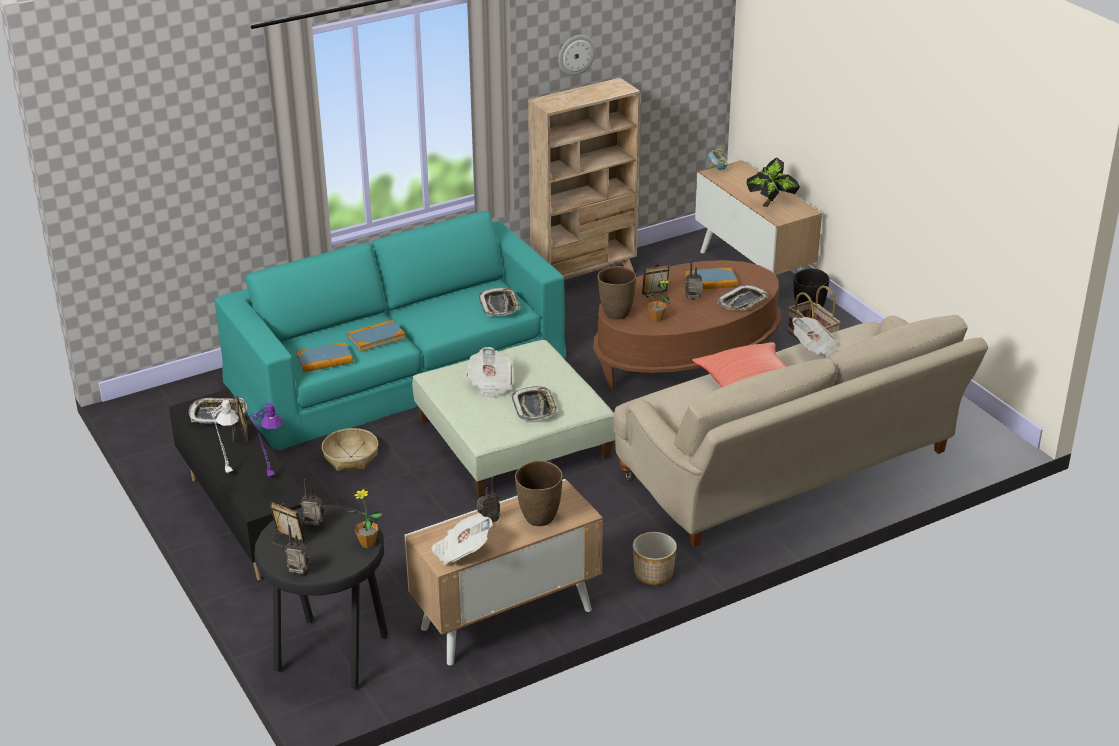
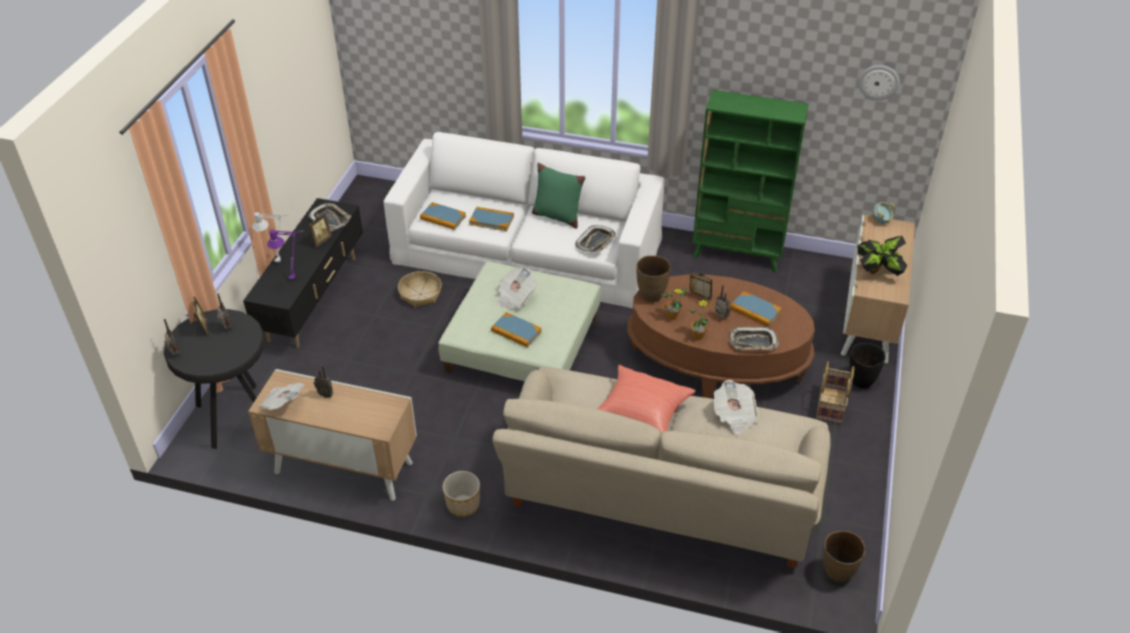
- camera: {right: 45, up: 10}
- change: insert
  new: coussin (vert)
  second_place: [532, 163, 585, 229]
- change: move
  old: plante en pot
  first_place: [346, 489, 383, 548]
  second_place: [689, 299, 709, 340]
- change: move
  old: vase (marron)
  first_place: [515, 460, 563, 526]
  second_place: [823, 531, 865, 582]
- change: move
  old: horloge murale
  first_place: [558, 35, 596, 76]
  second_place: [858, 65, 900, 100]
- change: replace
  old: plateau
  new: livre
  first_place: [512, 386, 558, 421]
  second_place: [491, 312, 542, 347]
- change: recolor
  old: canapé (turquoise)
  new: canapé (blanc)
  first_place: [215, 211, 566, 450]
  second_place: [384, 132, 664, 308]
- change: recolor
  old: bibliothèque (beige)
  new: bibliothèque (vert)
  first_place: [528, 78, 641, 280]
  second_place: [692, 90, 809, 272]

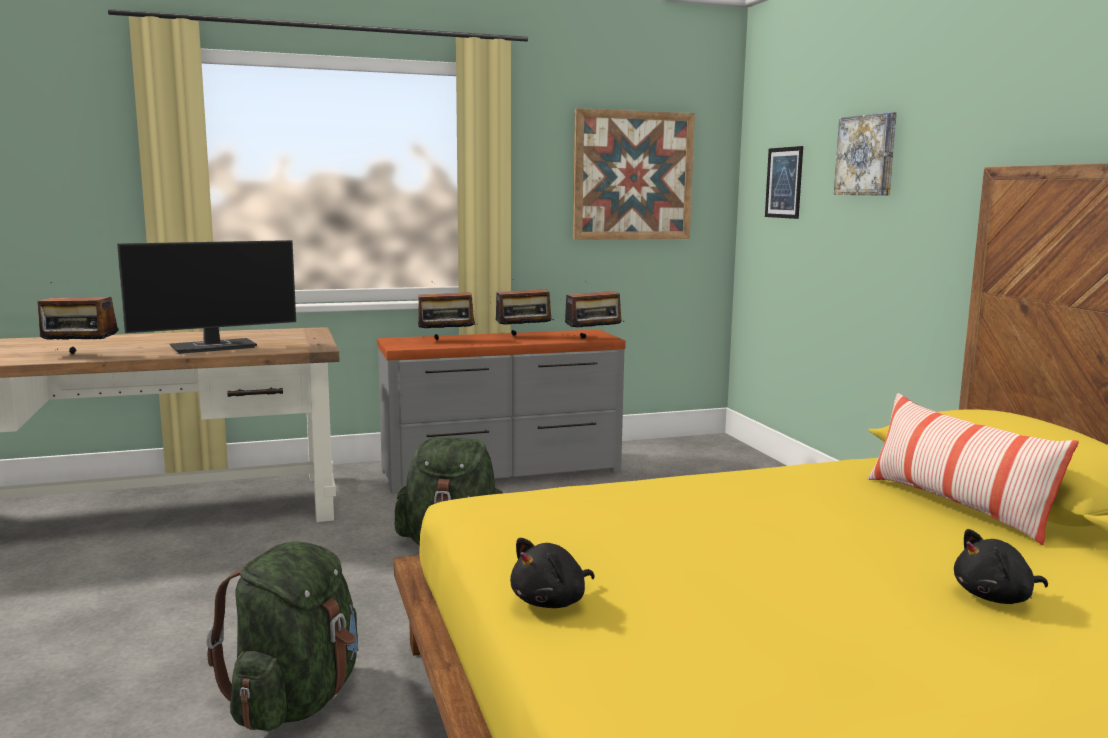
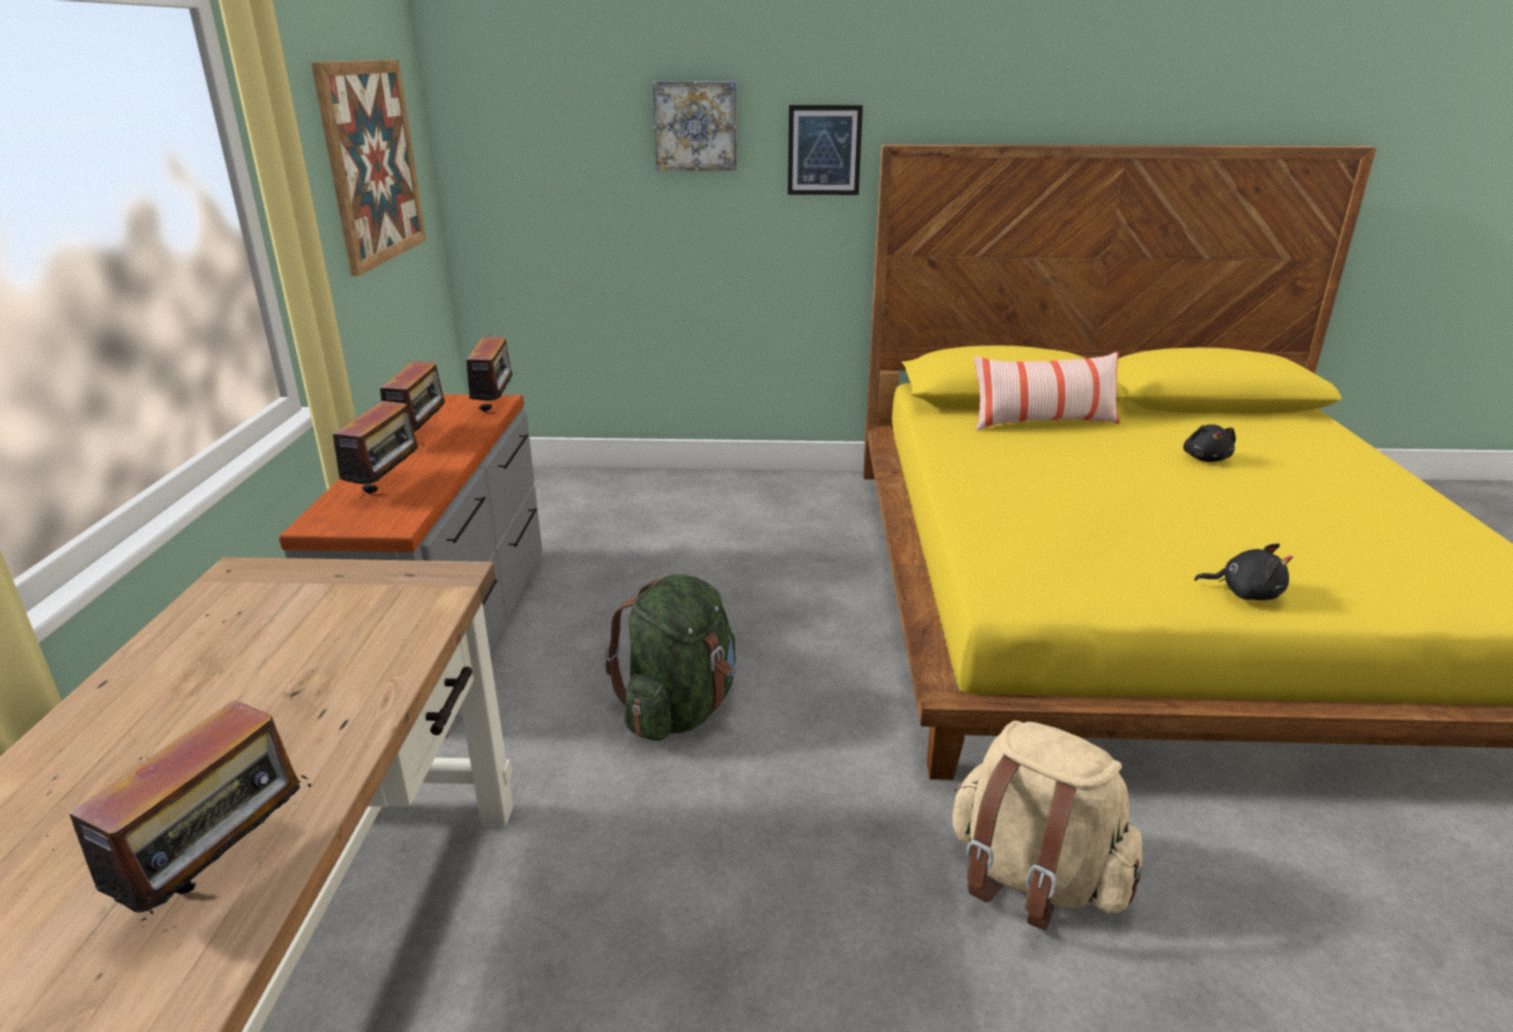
- camera: {right: -70, up: 15}
- change: delete
  old: écran d'ordinateur
  first_place: [117, 240, 296, 354]
- change: move
  old: tableau
  first_place: [765, 146, 803, 219]
  second_place: [788, 105, 863, 195]
- change: recolor
  old: sac à dos (vert)
  new: sac à dos (beige)
  first_place: [207, 542, 358, 731]
  second_place: [952, 721, 1142, 931]
- change: rotate
  old: peluche (noir)
  first_place: [510, 538, 595, 608]
  second_place: [1194, 543, 1293, 600]
  degrees: -45

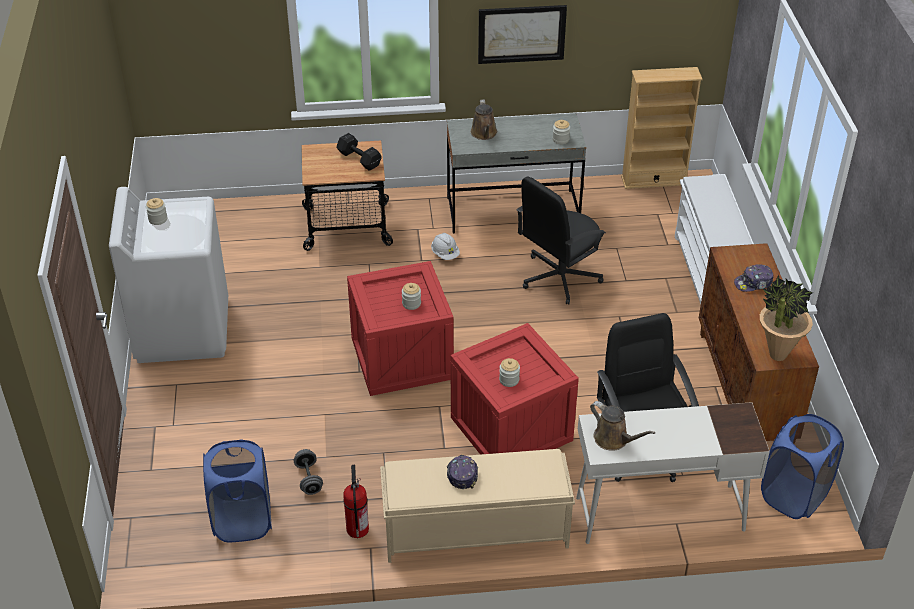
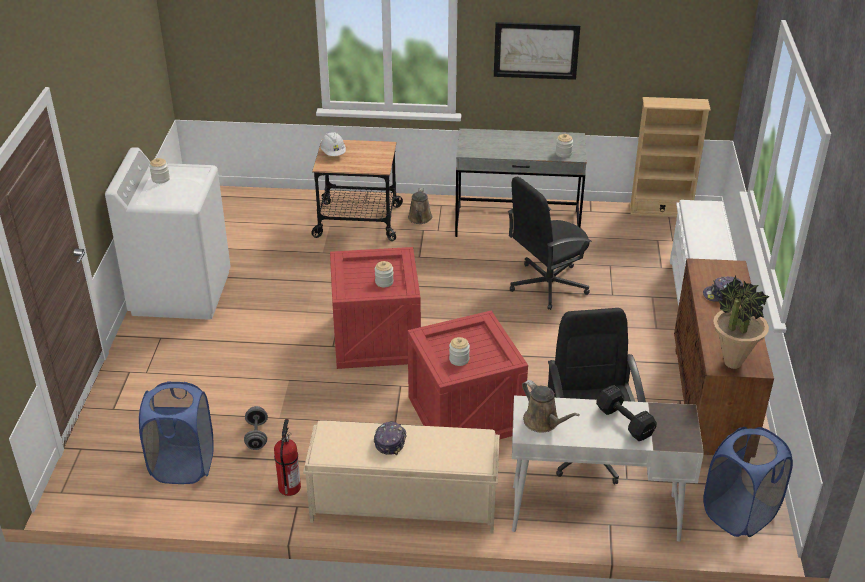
- camera: {right: 10, up: -5}
- change: move
  old: haltère (noir)
  first_place: [337, 133, 382, 171]
  second_place: [596, 385, 657, 441]
- change: move
  old: casque de chantier (blanc)
  first_place: [431, 233, 460, 260]
  second_place: [320, 132, 346, 156]
- change: move
  old: arrosoir (marron)
  first_place: [471, 100, 497, 140]
  second_place: [408, 188, 432, 224]

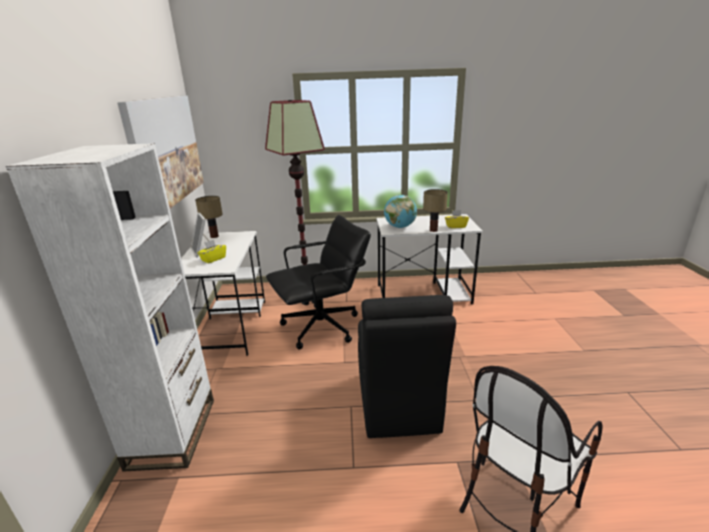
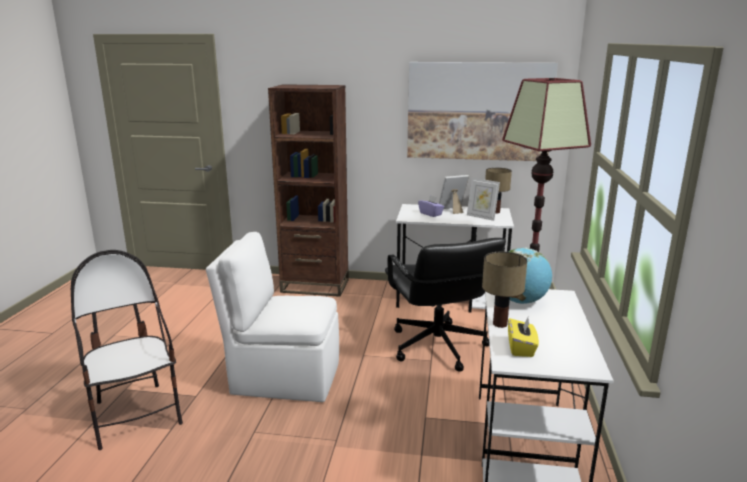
- camera: {right: 100, up: -5}
- change: insert
  new: cadre photo
  second_place: [467, 178, 500, 221]
- change: recolor
  old: bibliothèque (blanc)
  new: bibliothèque (marron)
  first_place: [6, 143, 214, 472]
  second_place: [268, 84, 349, 297]
- change: recolor
  old: boîte à mouchoirs (jaune)
  new: boîte à mouchoirs (violet)
  first_place: [197, 240, 226, 263]
  second_place: [418, 195, 444, 217]
- change: recolor
  old: chaise (noir)
  new: chaise (blanc)
  first_place: [358, 295, 456, 438]
  second_place: [206, 232, 339, 402]

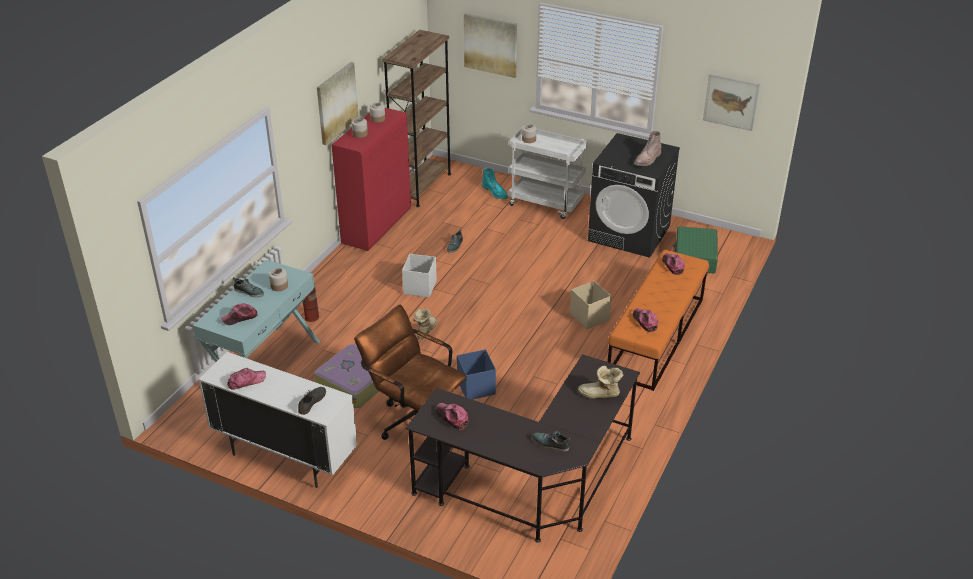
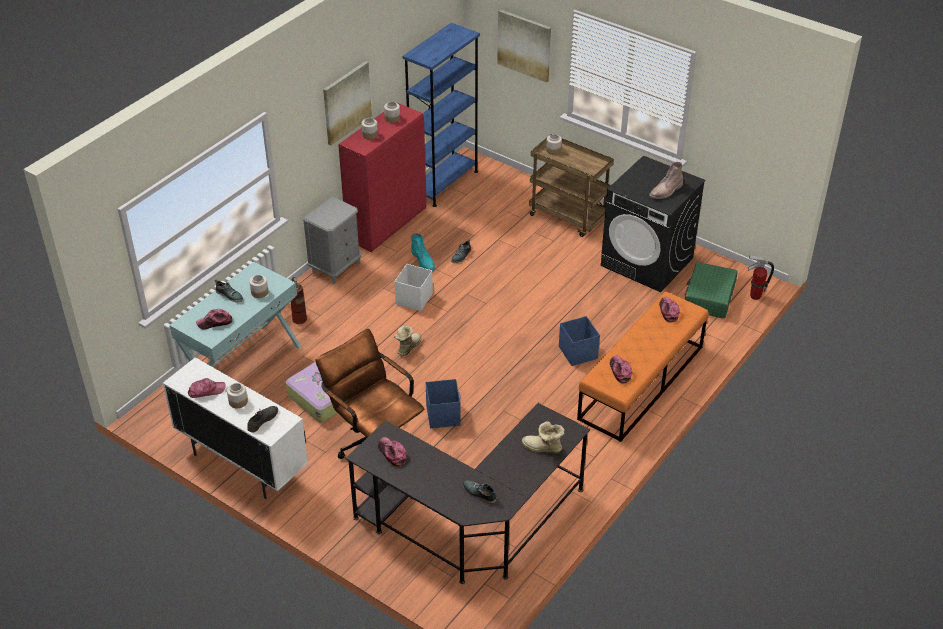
- camera: {right: 10, up: 5}
- change: delete
  old: tableau
  first_place: [703, 74, 760, 131]
- change: insert
  new: bocal
  second_place: [227, 383, 248, 408]
- change: insert
  new: table de chevet (gris)
  second_place: [303, 197, 361, 284]
- change: insert
  new: extincteur
  second_place: [747, 255, 774, 300]
- change: move
  old: botte (turquoise)
  first_place: [482, 168, 508, 199]
  second_place: [411, 233, 435, 271]
- change: recolor
  old: bibliothèque (marron)
  new: bibliothèque (bleu)
  first_place: [382, 30, 451, 207]
  second_place: [402, 23, 480, 207]
- change: recolor
  old: chariot (blanc)
  new: chariot (marron)
  first_place: [508, 128, 588, 219]
  second_place: [529, 134, 614, 237]
- change: recolor
  old: boîte de rangement (beige)
  new: boîte de rangement (bleu)
  first_place: [570, 281, 612, 329]
  second_place: [559, 316, 600, 366]

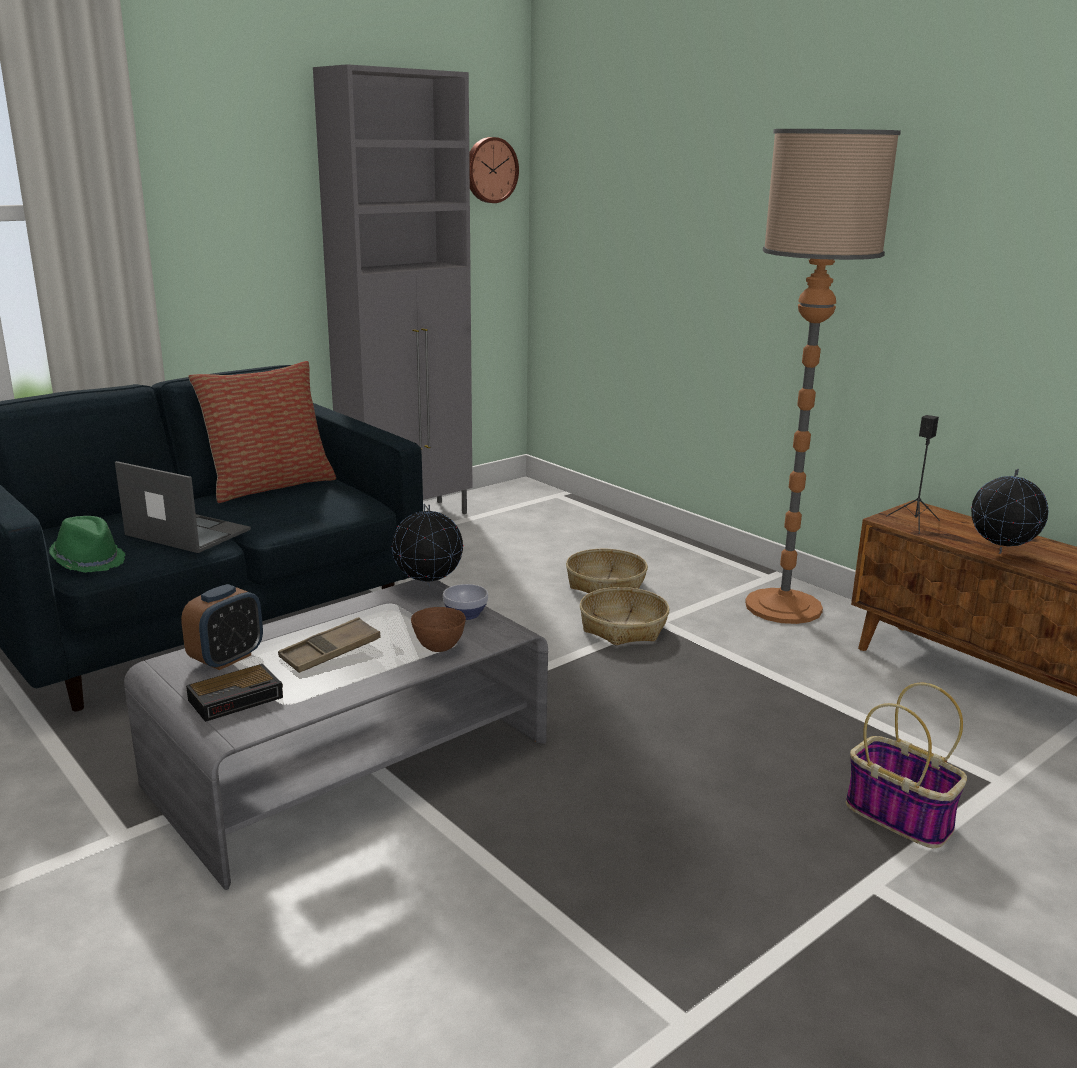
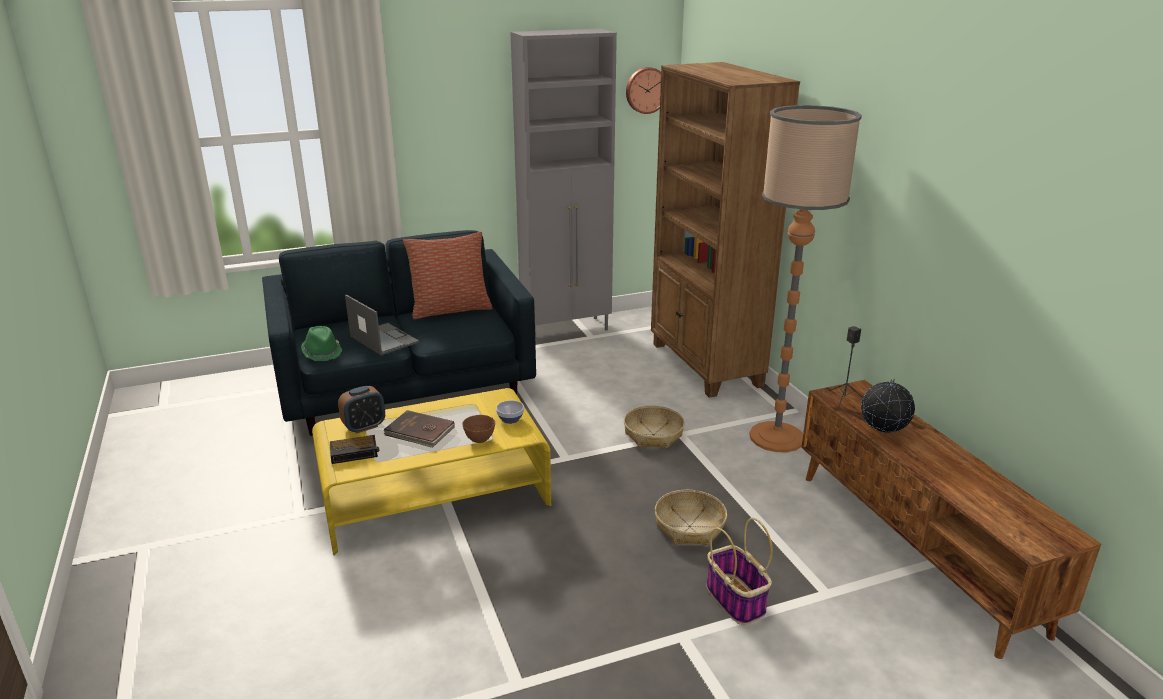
- camera: {right: 20, up: 5}
- change: delete
  old: globe
  first_place: [392, 504, 464, 588]
- change: insert
  new: bibliothèque (marron)
  second_place: [651, 62, 800, 398]
- change: move
  old: panier
  first_place: [566, 549, 648, 593]
  second_place: [655, 490, 727, 545]
- change: replace
  old: plateau (marron)
  new: livre (marron)
  first_place: [278, 617, 381, 673]
  second_place: [383, 410, 455, 447]
- change: recolor
  old: table basse (gris)
  new: table basse (jaune)
  first_place: [124, 580, 548, 890]
  second_place: [312, 388, 551, 555]

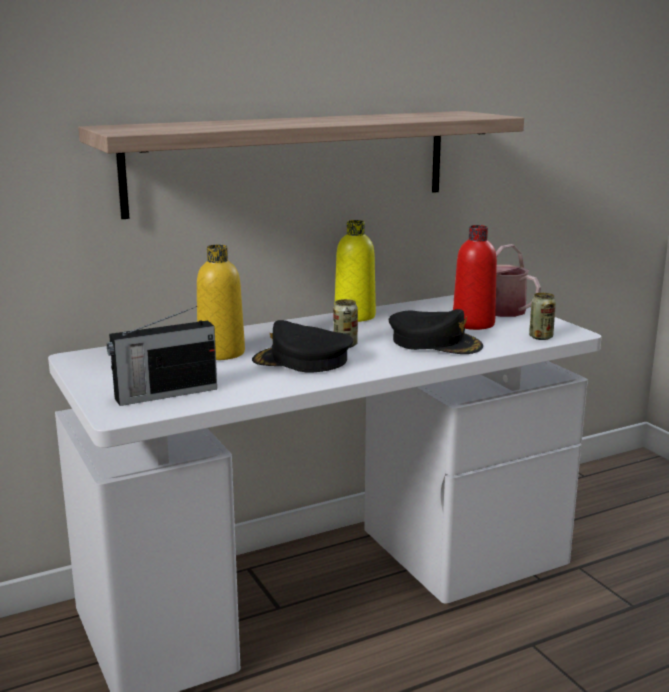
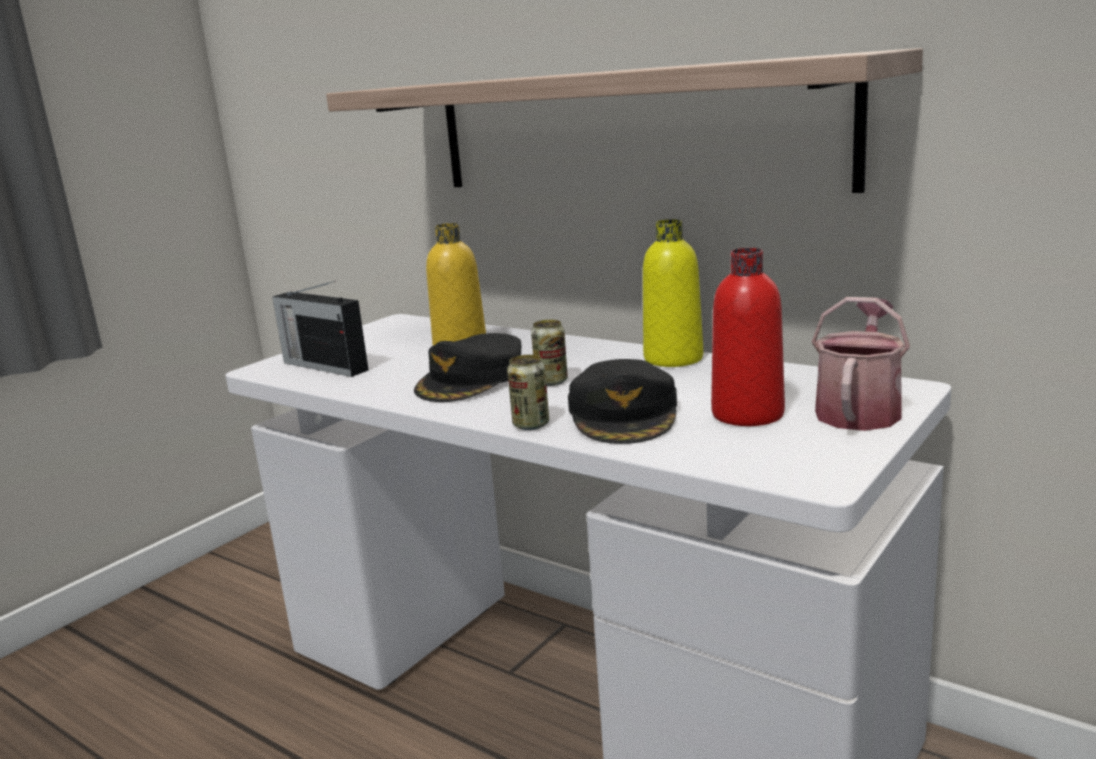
- camera: {right: 65, up: 0}
- change: move
  old: boîte métallique
  first_place: [529, 293, 556, 340]
  second_place: [507, 355, 549, 430]
- change: rotate
  old: casquette (noir)
  first_place: [252, 320, 353, 372]
  second_place: [414, 333, 522, 402]
  degrees: -135

